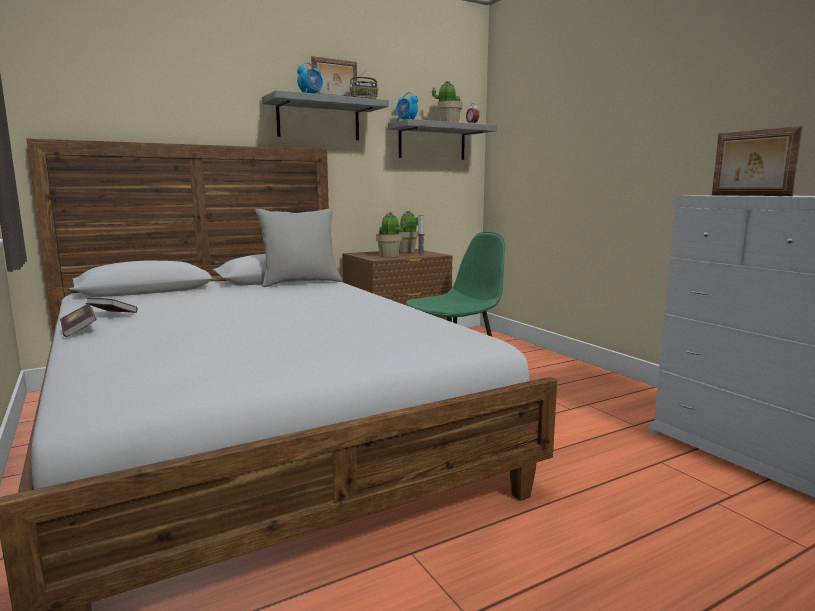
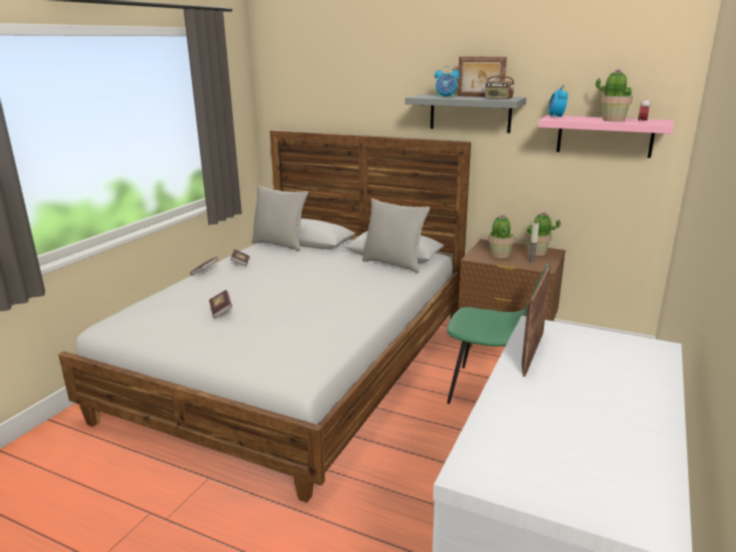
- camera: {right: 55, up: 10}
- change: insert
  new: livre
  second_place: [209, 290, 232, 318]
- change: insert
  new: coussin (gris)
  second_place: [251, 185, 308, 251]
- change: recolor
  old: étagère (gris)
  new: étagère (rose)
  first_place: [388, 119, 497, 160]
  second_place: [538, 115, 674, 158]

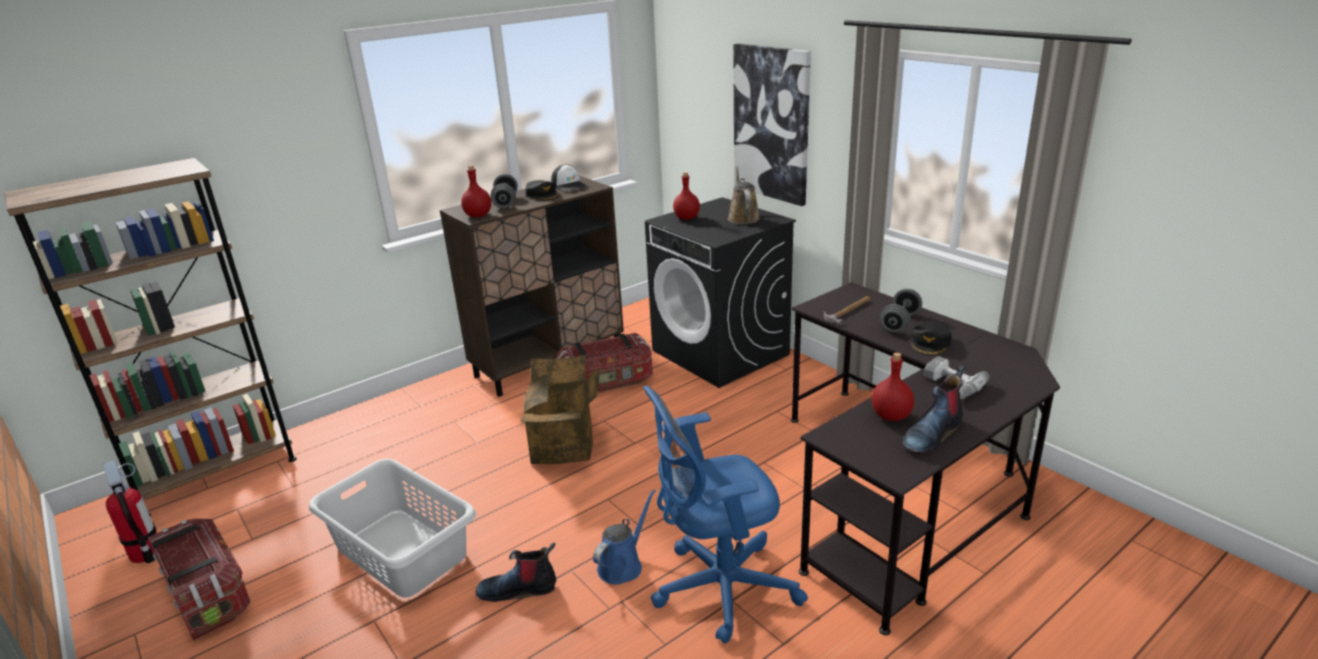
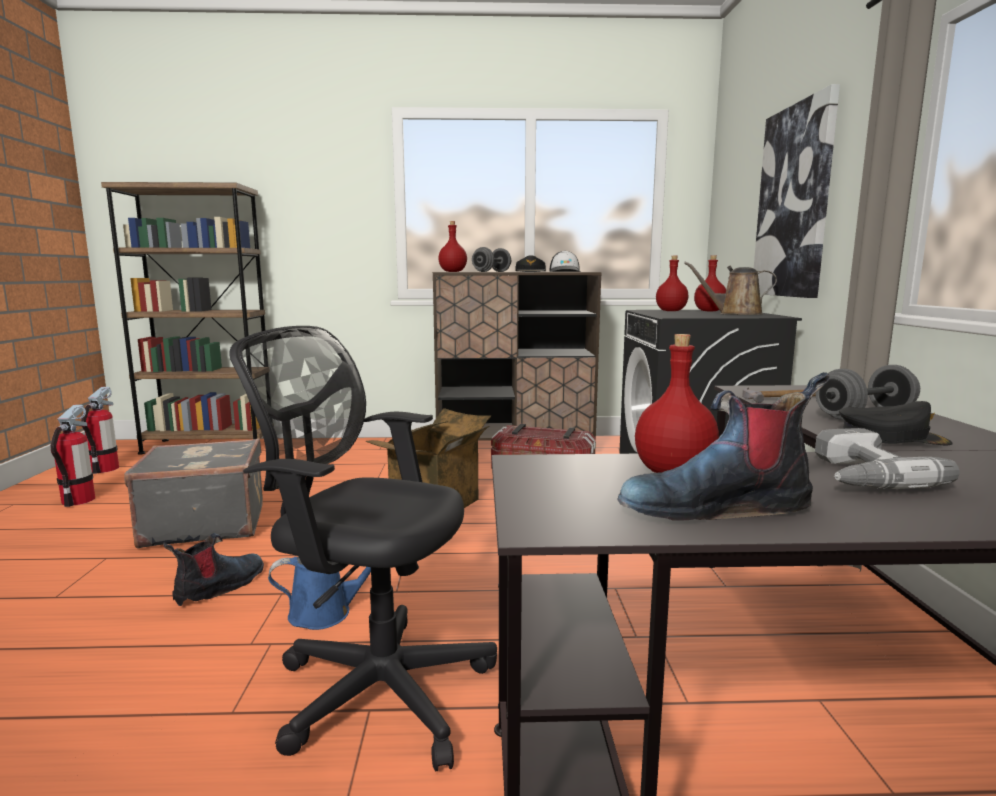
- camera: {right: 35, up: -15}
- change: insert
  new: bouteille (rouge)
  second_place: [694, 256, 726, 312]
- change: replace
  old: boîte de rangement
  new: extincteur
  first_place: [148, 519, 251, 641]
  second_place: [50, 405, 95, 507]
- change: replace
  old: panier à linge (gris)
  new: valise (gris)
  first_place: [309, 459, 476, 598]
  second_place: [124, 438, 263, 548]
- change: recolor
  old: chaise de bureau (bleu)
  new: chaise de bureau (noir)
  first_place: [643, 385, 808, 644]
  second_place: [230, 326, 497, 771]
- change: rotate
  old: botte
  first_place: [476, 543, 556, 602]
  second_place: [163, 533, 264, 606]
  degrees: 90
- change: rotate
  old: arrosoir (marron)
  first_place: [728, 166, 760, 224]
  second_place: [684, 262, 777, 315]
  degrees: -105
- change: rotate
  old: casquette (noir)
  first_place: [911, 321, 952, 356]
  second_place: [839, 401, 953, 446]
  degrees: -135

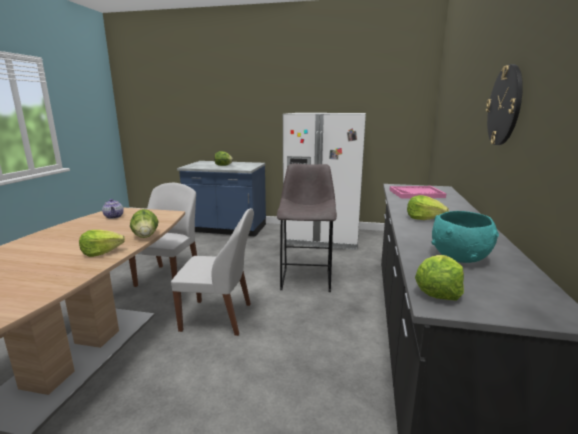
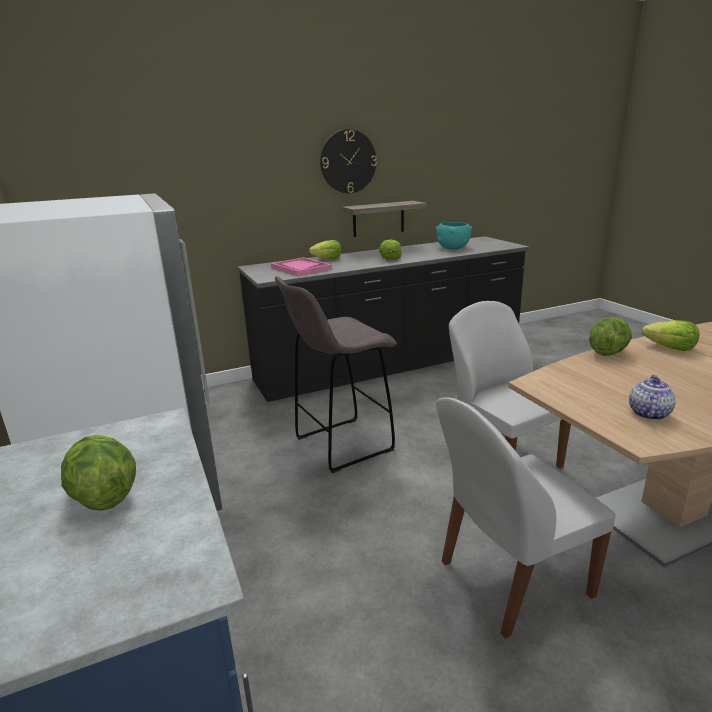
- camera: {right: -125, up: 5}
- change: insert
  new: étagère
  second_place: [342, 201, 427, 237]
- change: move
  old: laitue
  first_place: [415, 255, 464, 301]
  second_place: [309, 240, 341, 259]

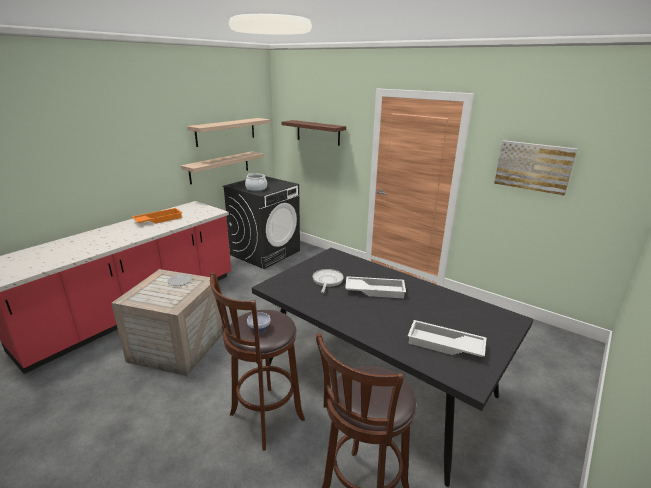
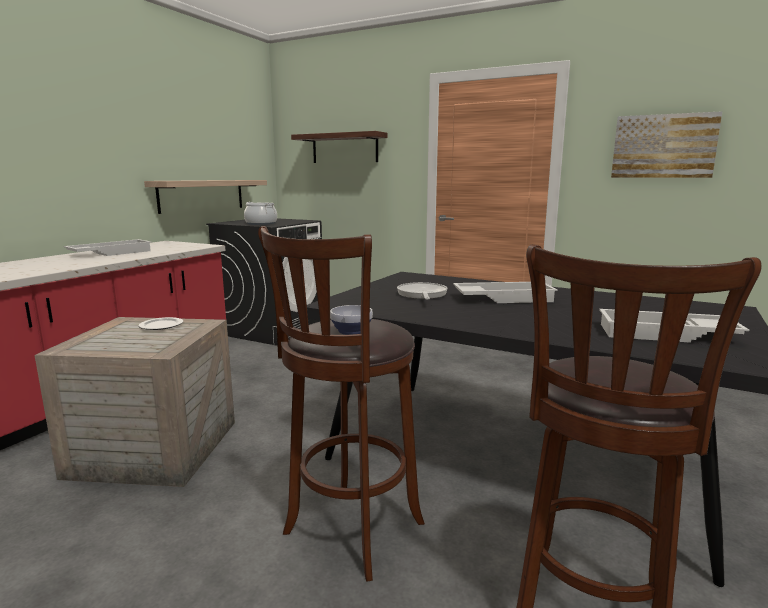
- camera: {right: -10, up: -10}
- change: delete
  old: étagère
  first_place: [187, 118, 271, 147]
- change: recolor
  old: plateau (orange)
  new: plateau (blanc)
  first_place: [132, 208, 182, 224]
  second_place: [64, 239, 151, 256]

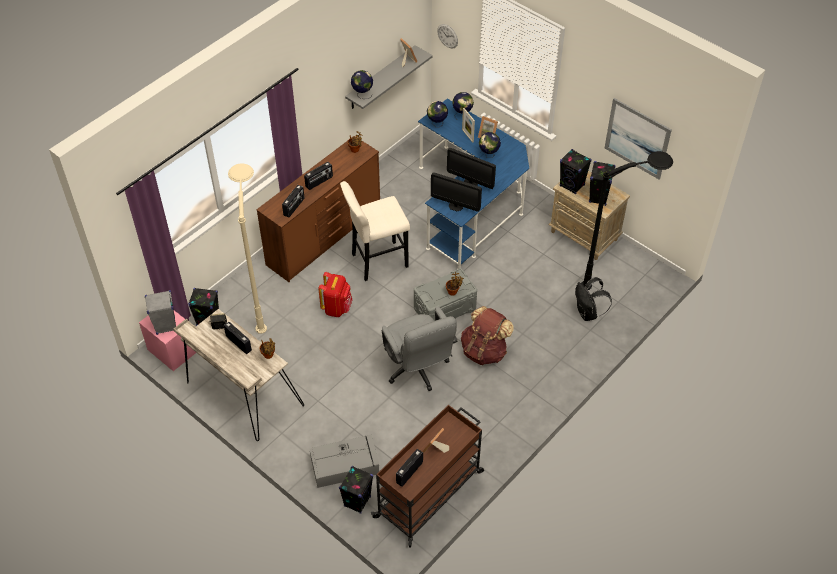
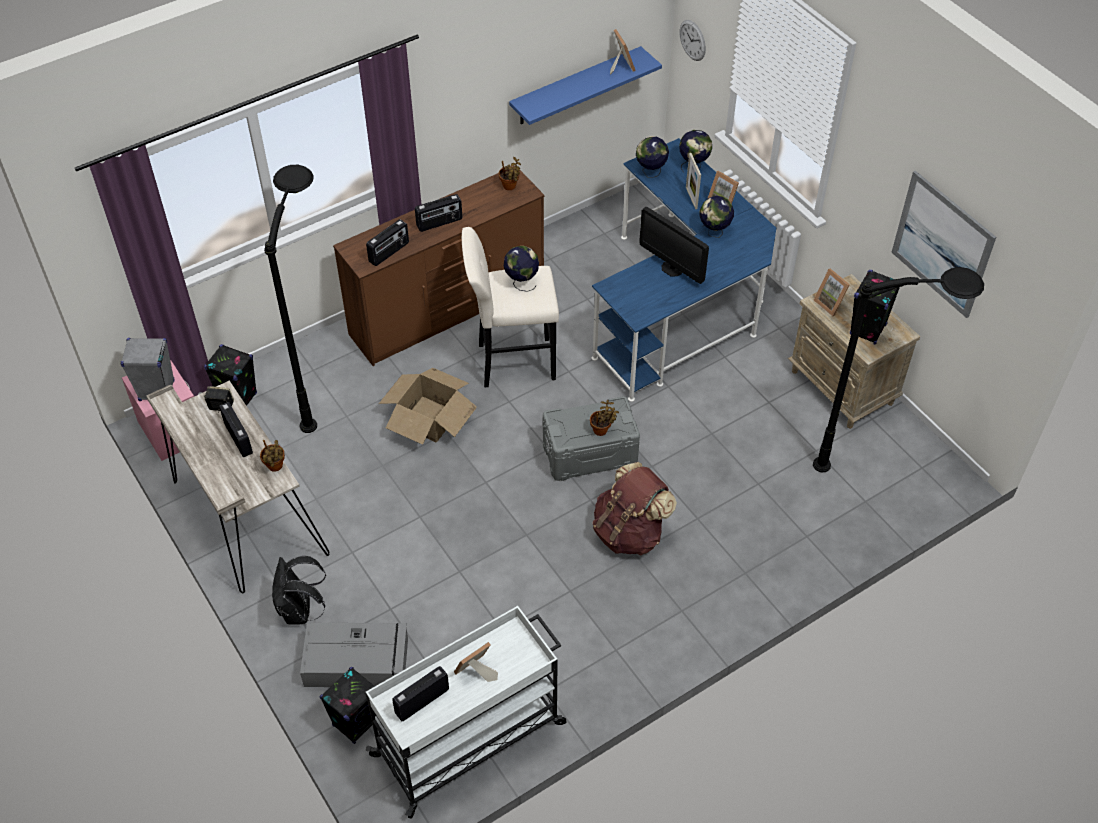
- camera: {right: 15, up: 0}
- change: delete
  old: chaise de bureau (gris)
  first_place: [382, 307, 457, 391]
- change: delete
  old: écran d'ordinateur
  first_place: [431, 172, 482, 212]
- change: move
  old: globe
  first_place: [351, 70, 373, 99]
  second_place: [504, 246, 539, 292]
- change: move
  old: sac à dos (noir)
  first_place: [575, 277, 612, 321]
  second_place: [272, 556, 326, 625]
- change: replace
  old: sac à dos (rouge)
  new: carton
  first_place: [318, 272, 353, 317]
  second_place: [379, 368, 477, 445]
- change: replace
  old: enceinte (noir)
  new: cadre photo
  first_place: [560, 149, 592, 194]
  second_place: [814, 269, 850, 317]
- change: recolor
  old: lampadaire (beige)
  new: lampadaire (noir)
  first_place: [228, 163, 267, 334]
  second_place: [264, 165, 317, 433]
- change: recolor
  old: étagère (gris)
  new: étagère (bleu)
  first_place: [345, 45, 433, 109]
  second_place: [509, 46, 662, 125]
- change: recolor
  old: chariot (marron)
  new: chariot (blanc)
  first_place: [371, 405, 484, 548]
  second_place: [365, 606, 566, 819]

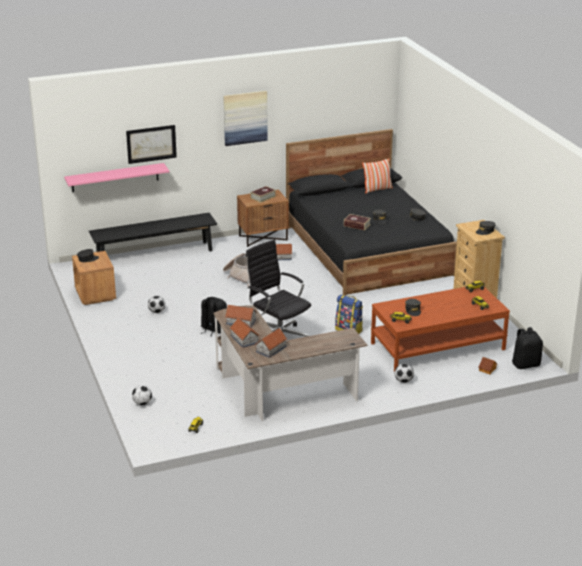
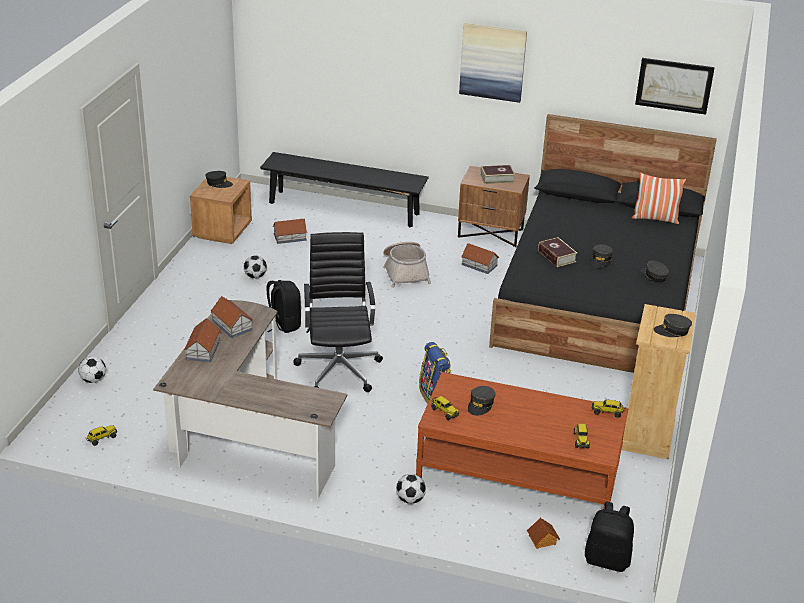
- camera: {right: 35, up: 5}
- change: delete
  old: étagère (rose)
  first_place: [64, 163, 169, 192]
- change: move
  old: tableau
  first_place: [126, 125, 177, 164]
  second_place: [635, 58, 715, 115]
- change: move
  old: maison miniature
  first_place: [255, 328, 287, 358]
  second_place: [273, 219, 307, 244]

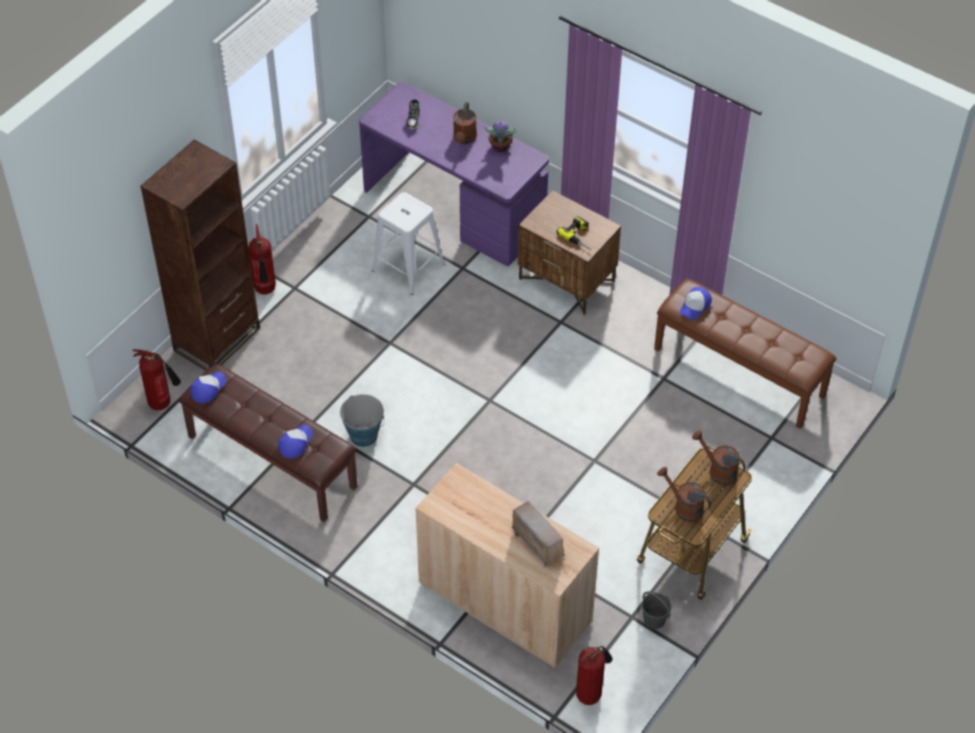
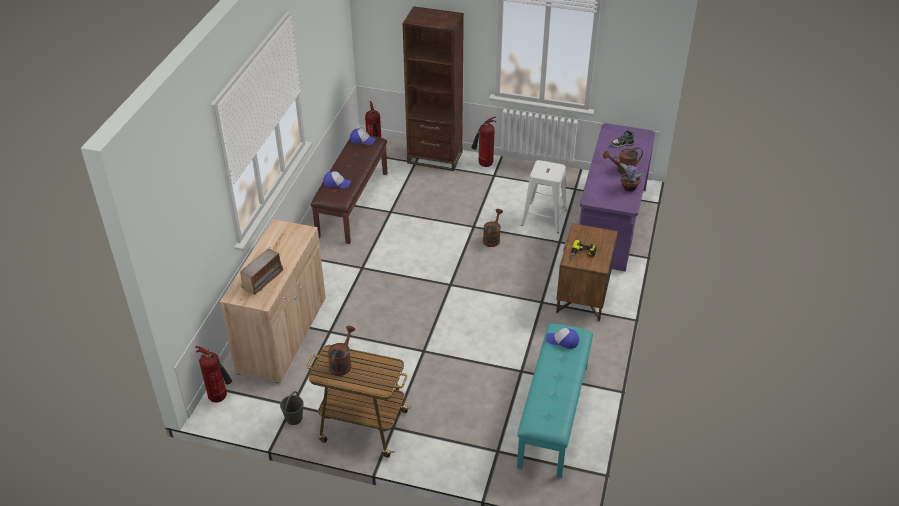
- camera: {right: 70, up: -10}
- change: delete
  old: seau
  first_place: [340, 394, 384, 447]
- change: move
  old: arrosoir (marron)
  first_place: [692, 431, 746, 485]
  second_place: [483, 209, 503, 247]
- change: recolor
  old: banc (marron)
  new: banc (turquoise)
  first_place: [654, 279, 836, 429]
  second_place: [517, 324, 593, 478]

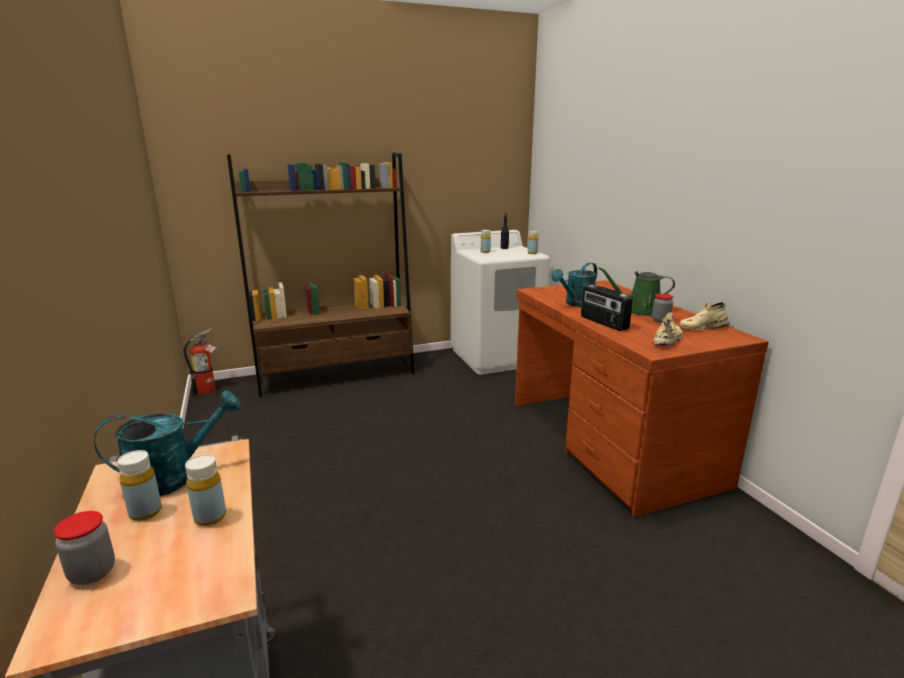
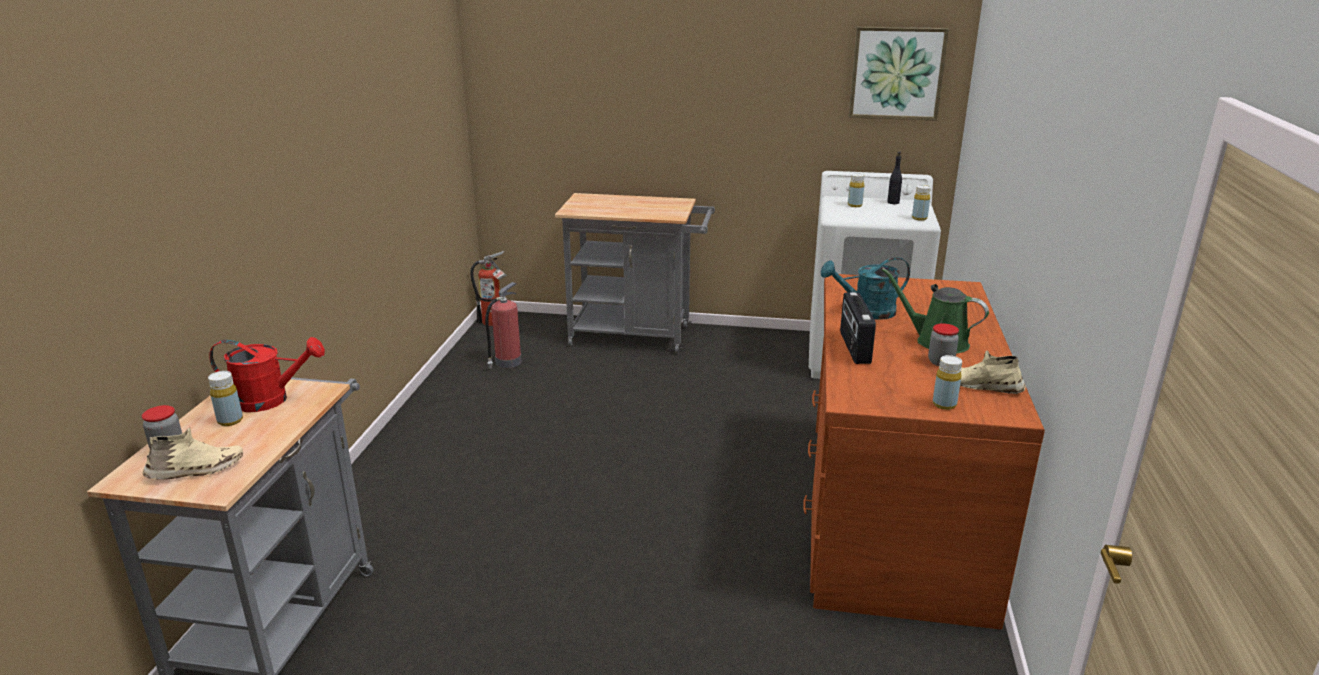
- camera: {right: 30, up: 5}
- change: insert
  new: extincteur
  second_place: [485, 282, 522, 369]
- change: insert
  new: tableau
  second_place: [849, 27, 949, 121]
- change: move
  old: bouteille (jaune)
  first_place: [185, 454, 226, 526]
  second_place: [933, 355, 962, 410]
- change: move
  old: chaussure (beige)
  first_place: [652, 312, 683, 345]
  second_place: [142, 428, 243, 480]
- change: replace
  old: bibliothèque (marron)
  new: chariot (gris)
  first_place: [227, 153, 414, 397]
  second_place: [555, 193, 715, 354]
- change: recolor
  old: arrosoir (turquoise)
  new: arrosoir (rouge)
  first_place: [94, 390, 241, 496]
  second_place: [209, 337, 325, 412]

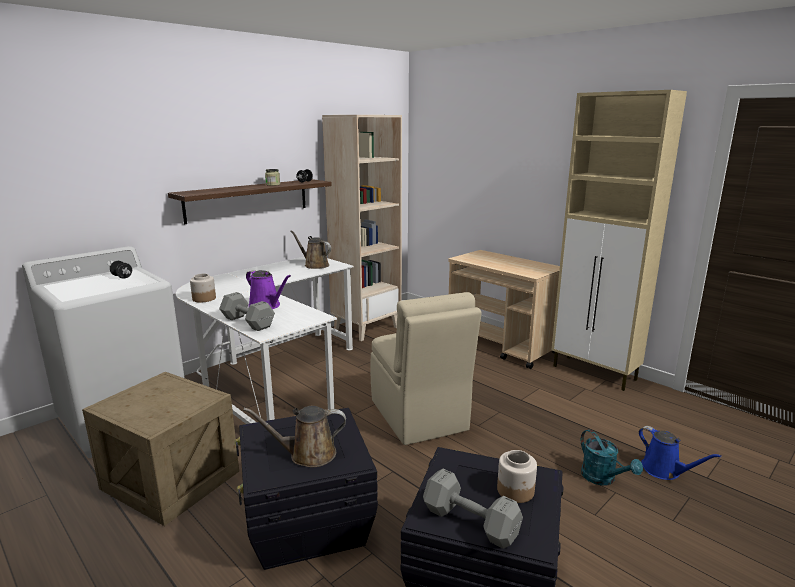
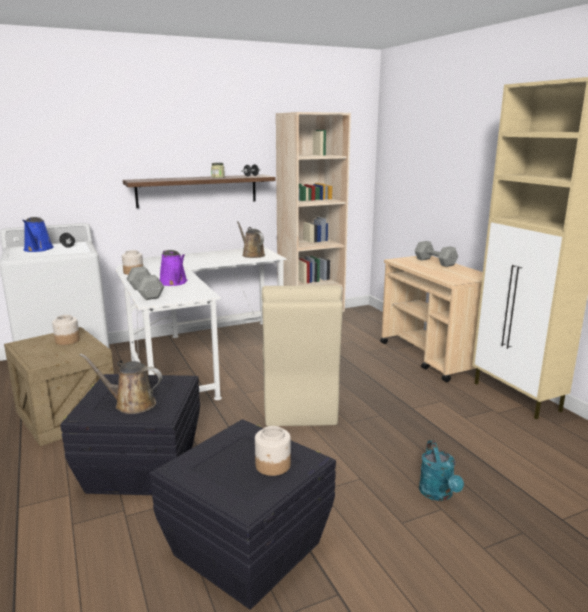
- camera: {right: 20, up: 0}
- change: insert
  new: bocal
  second_place: [52, 315, 80, 345]
- change: move
  old: haltère (gris)
  first_place: [423, 469, 523, 549]
  second_place: [415, 241, 458, 267]
- change: move
  old: arrosoir (bleu)
  first_place: [639, 426, 721, 480]
  second_place: [22, 217, 54, 252]

